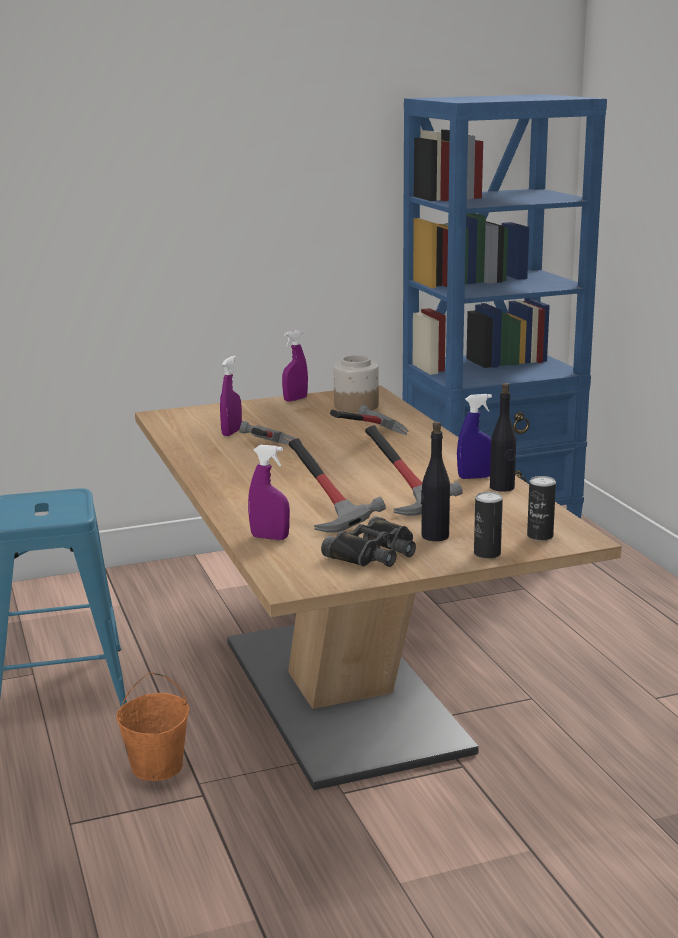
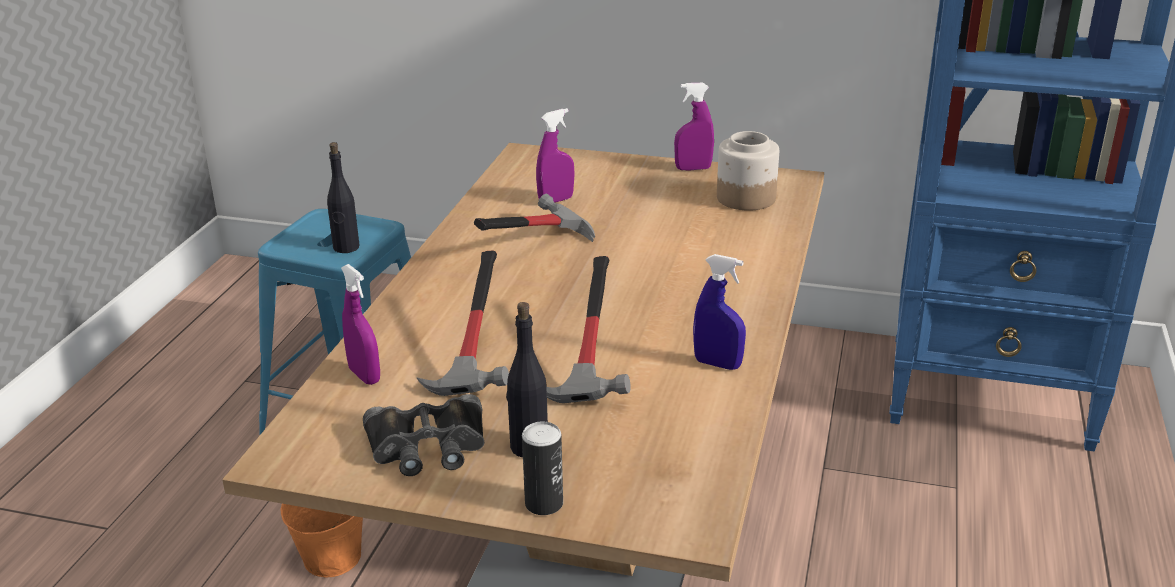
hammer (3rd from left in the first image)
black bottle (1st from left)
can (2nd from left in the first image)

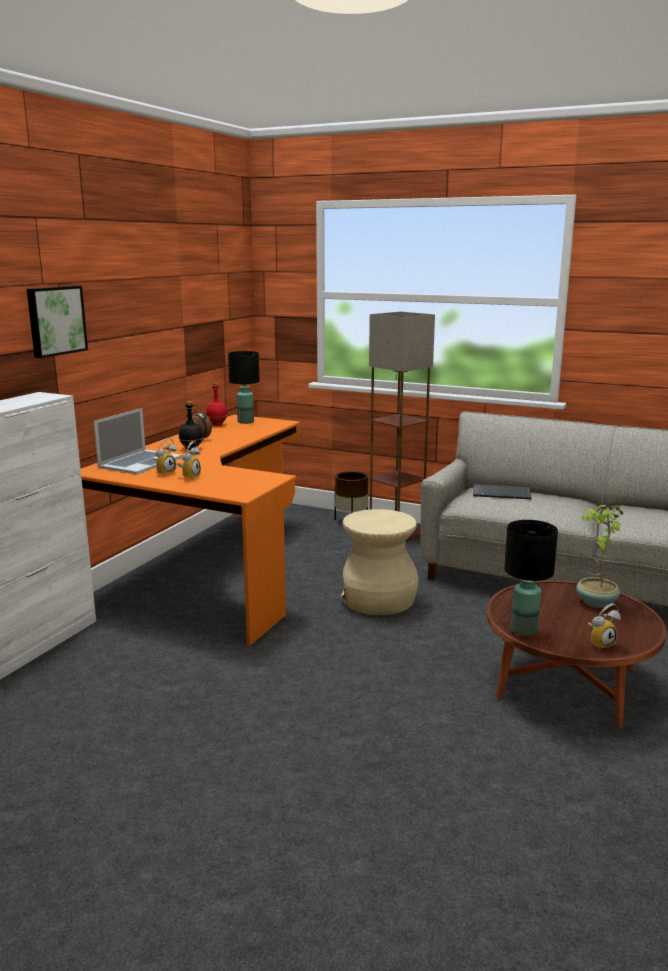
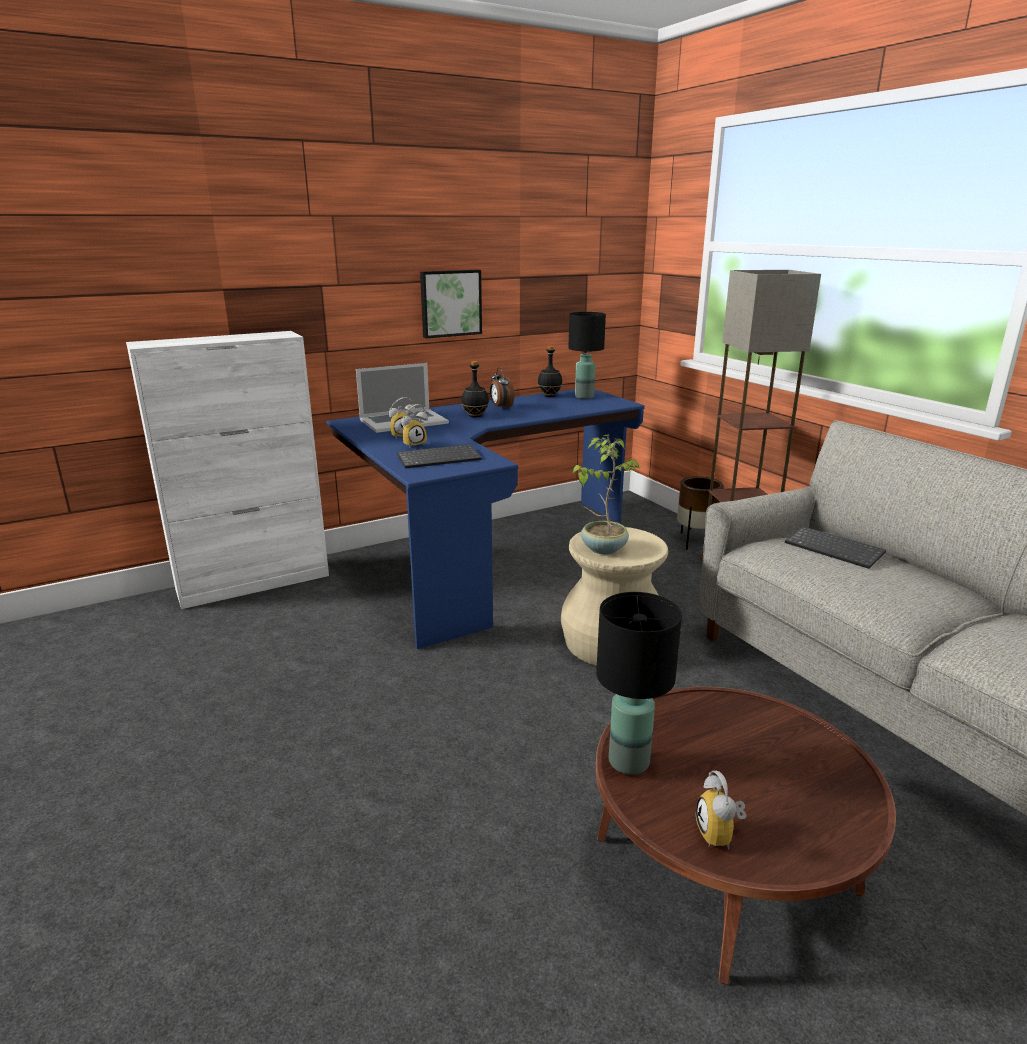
picture
blue desk
black bottle (2nd from left)
potted plant
alarm clock (4th from left)
keyboard (1st from left)

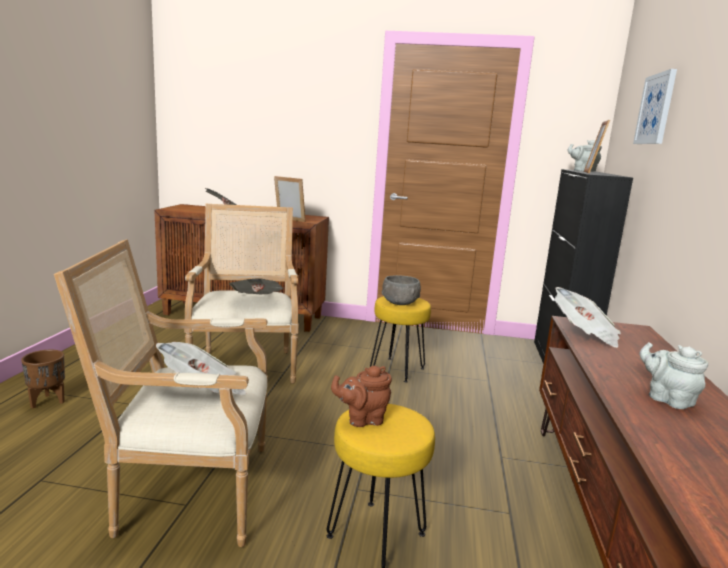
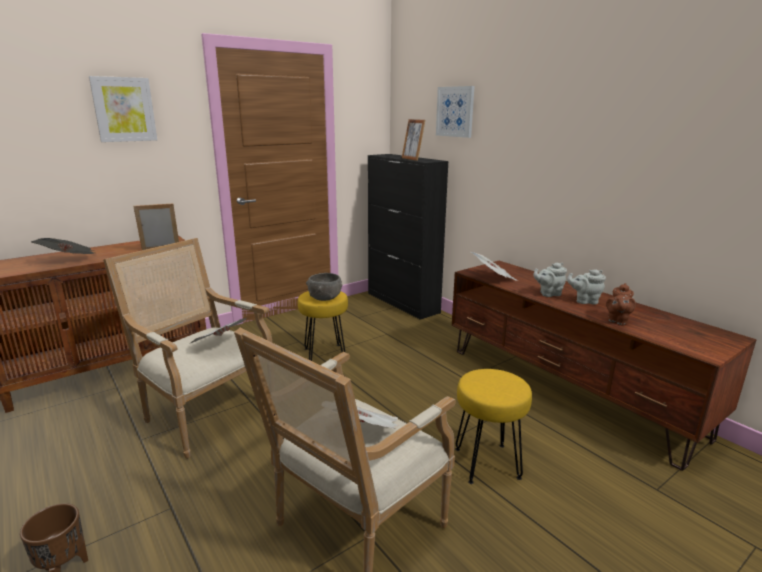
brown teapot
grey teapot (1st from left)
picture (1st from left)

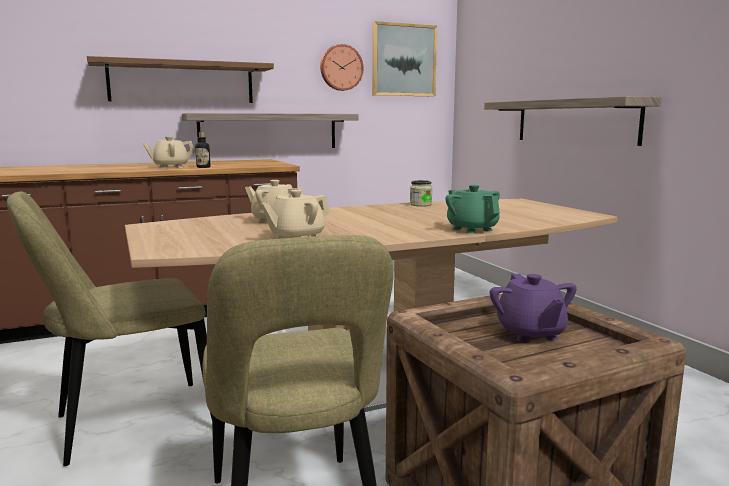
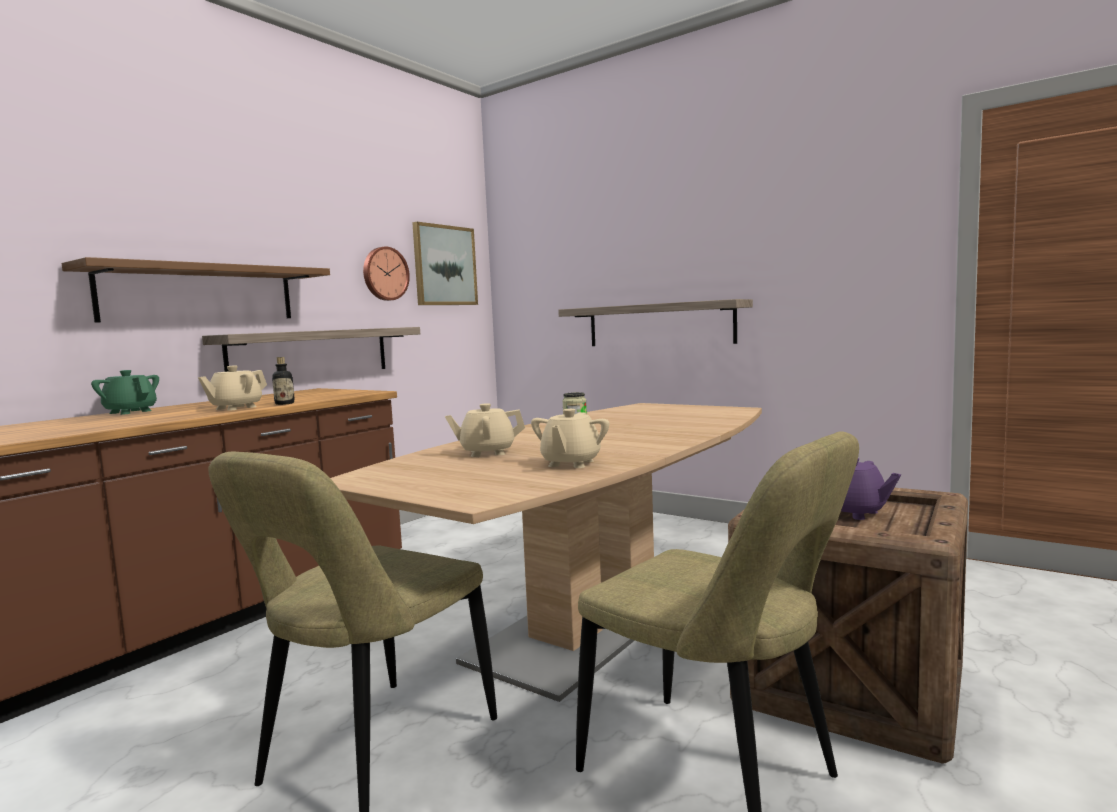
green teapot

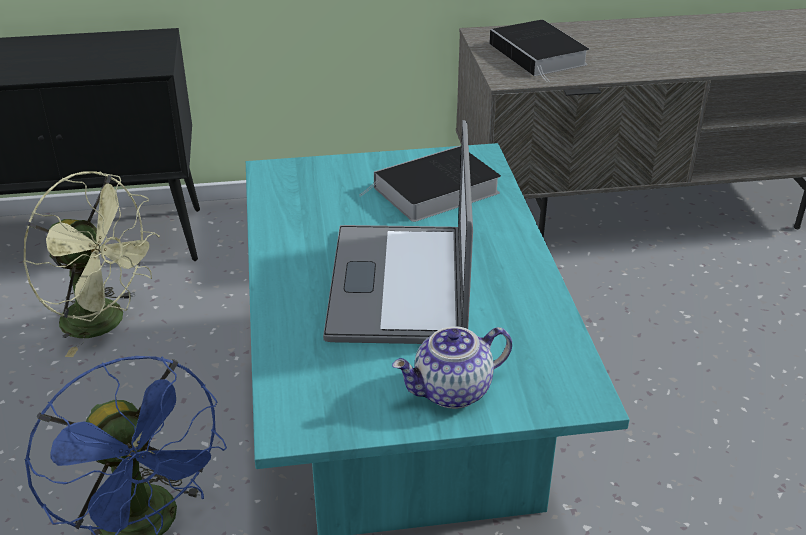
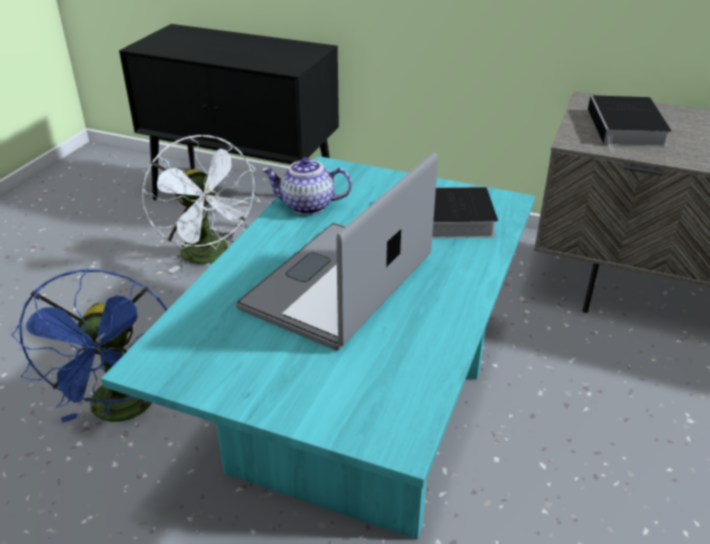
white fan
teapot

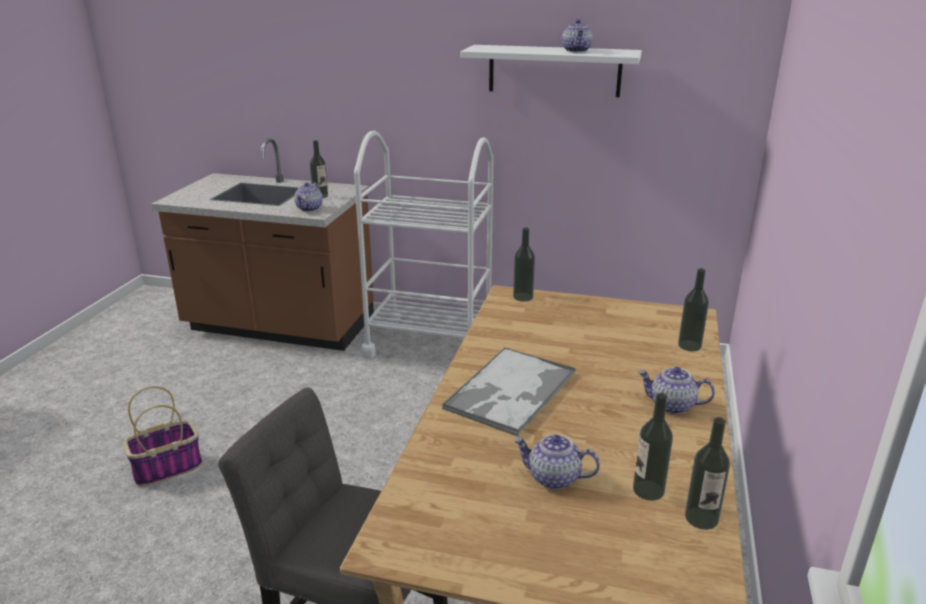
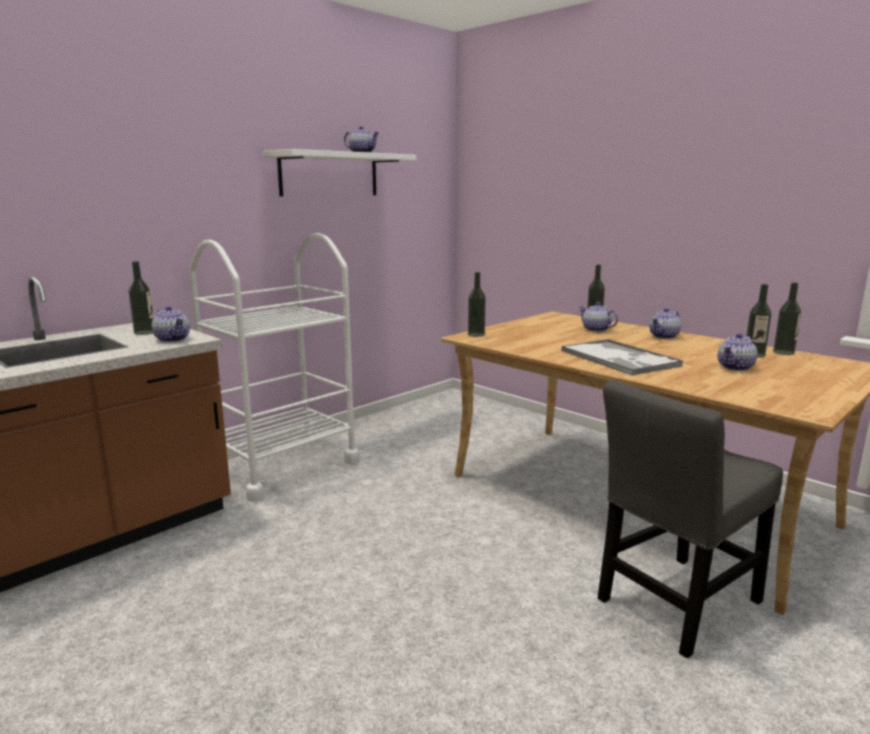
basket
teapot (3rd from left)

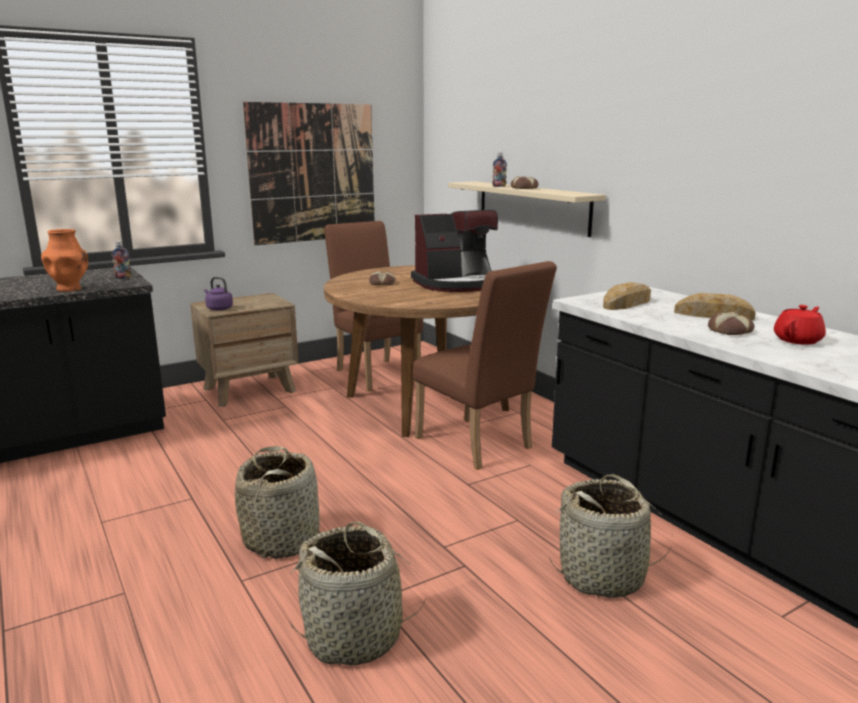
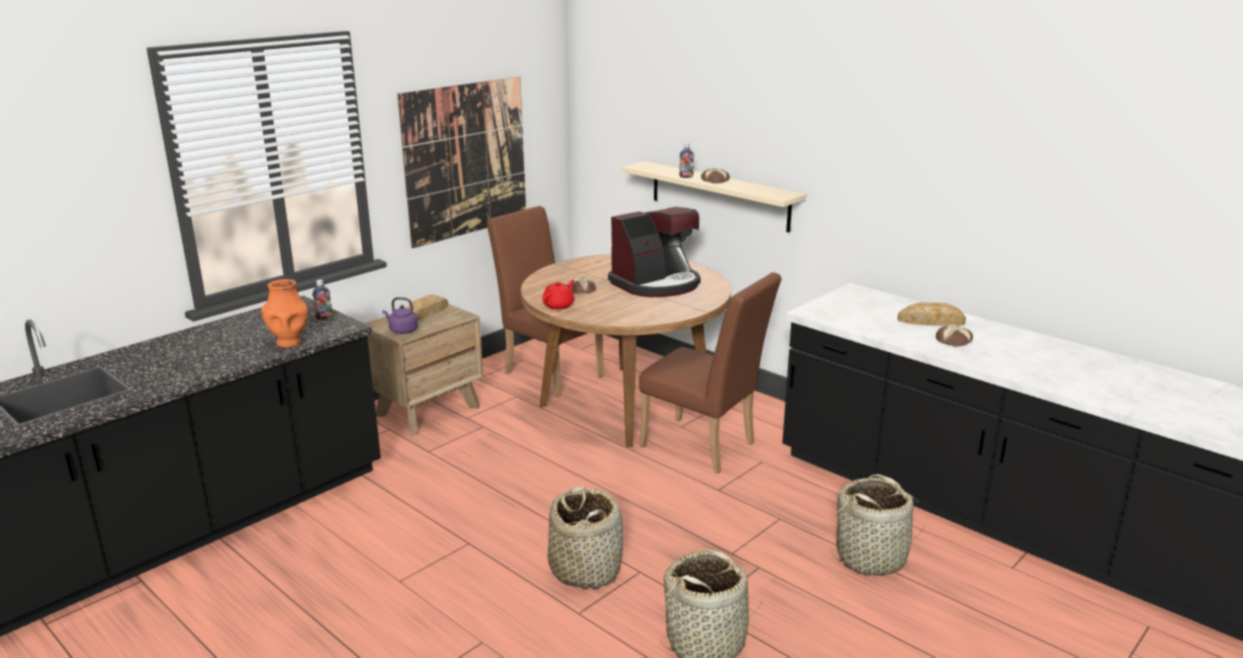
bread (1st from left)
red teapot

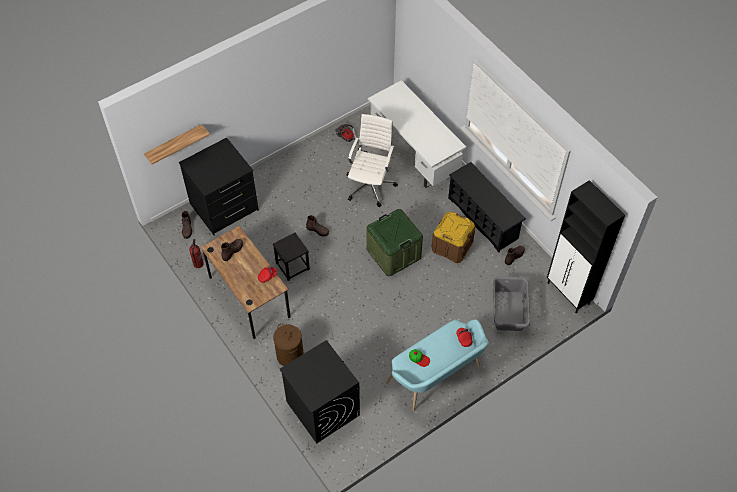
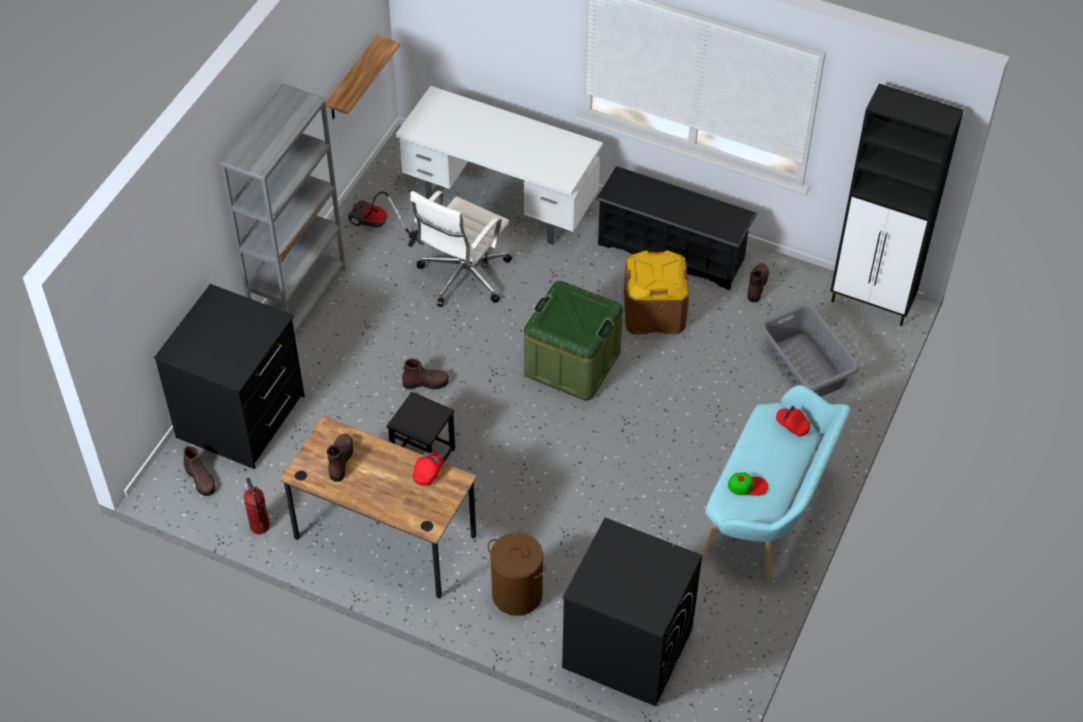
shelf
white office chair
grey bookcase

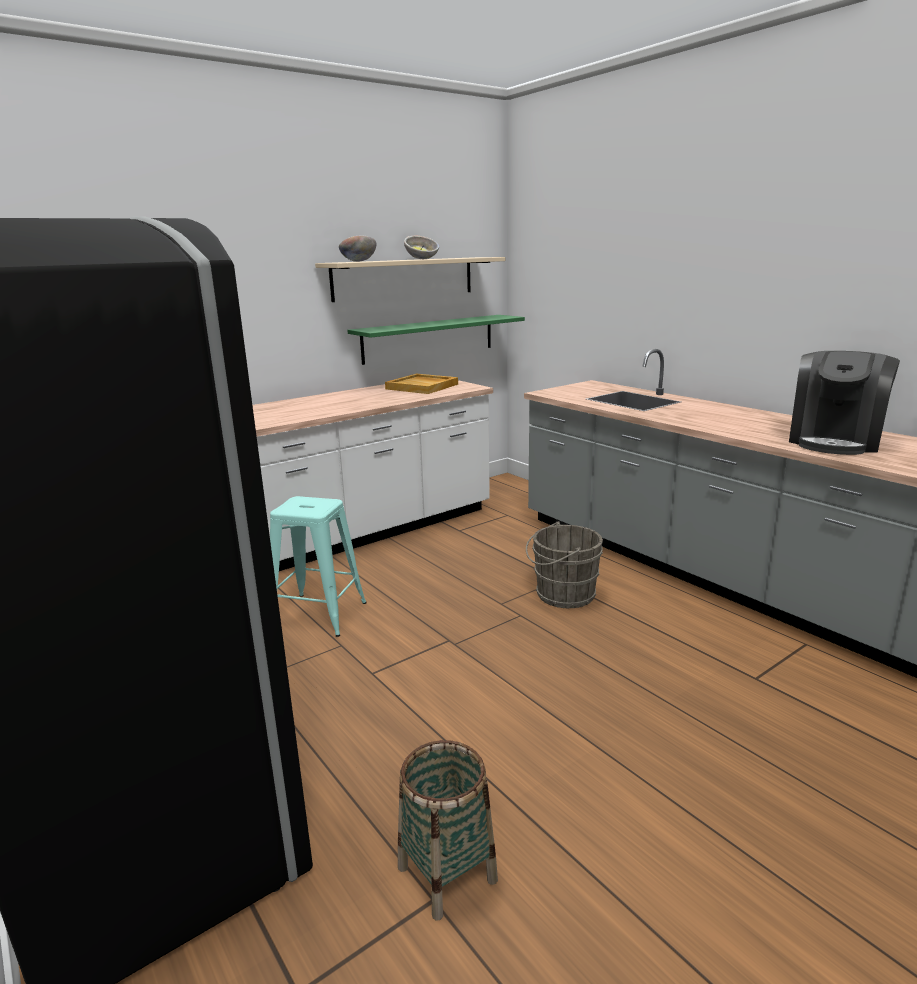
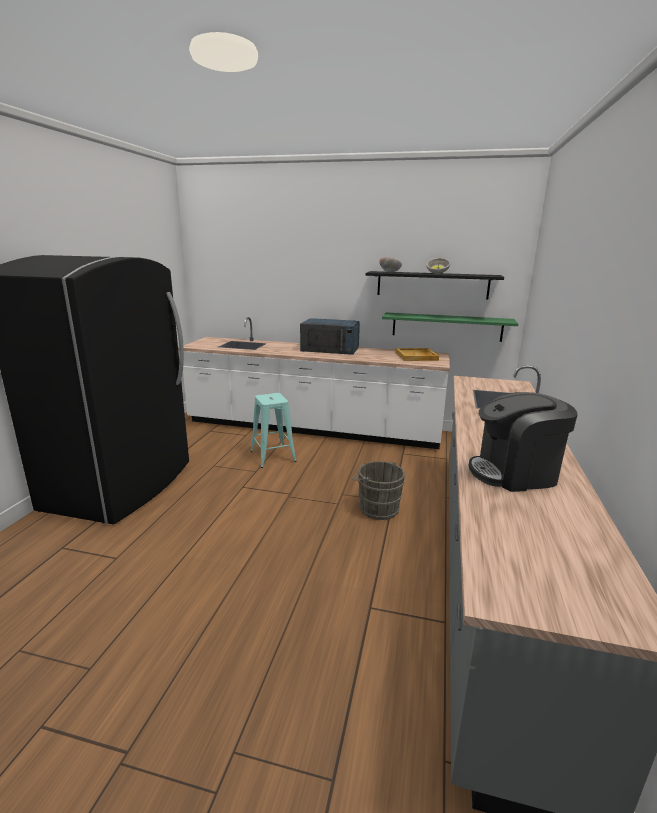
black shelf
basket
blue microwave

